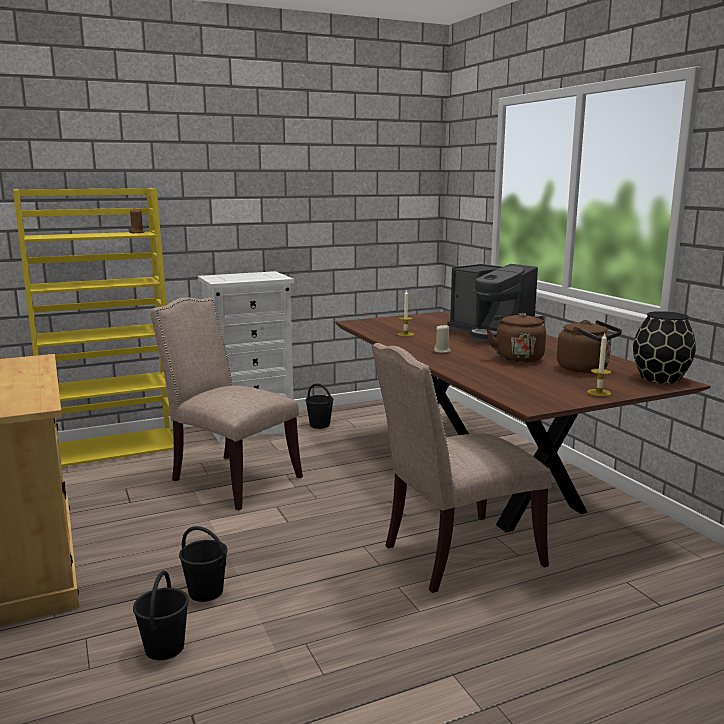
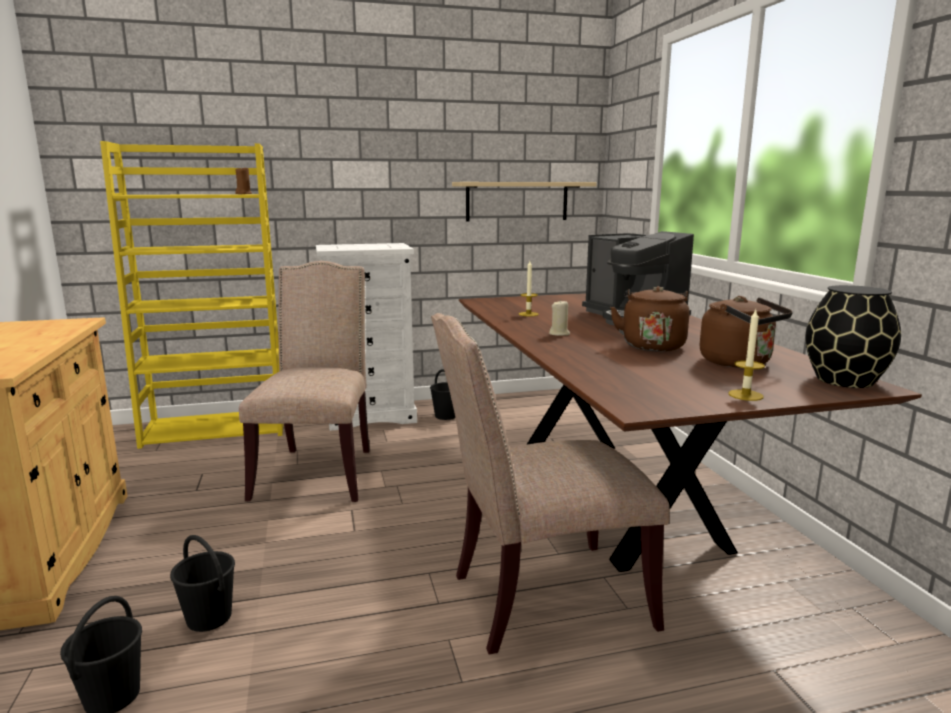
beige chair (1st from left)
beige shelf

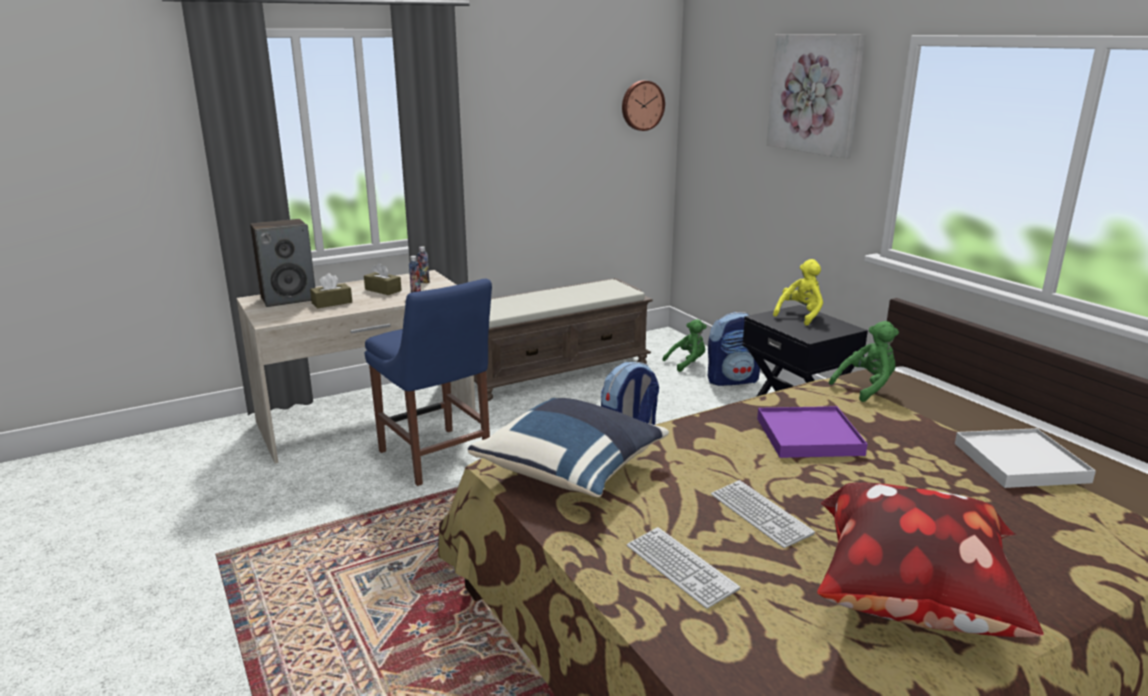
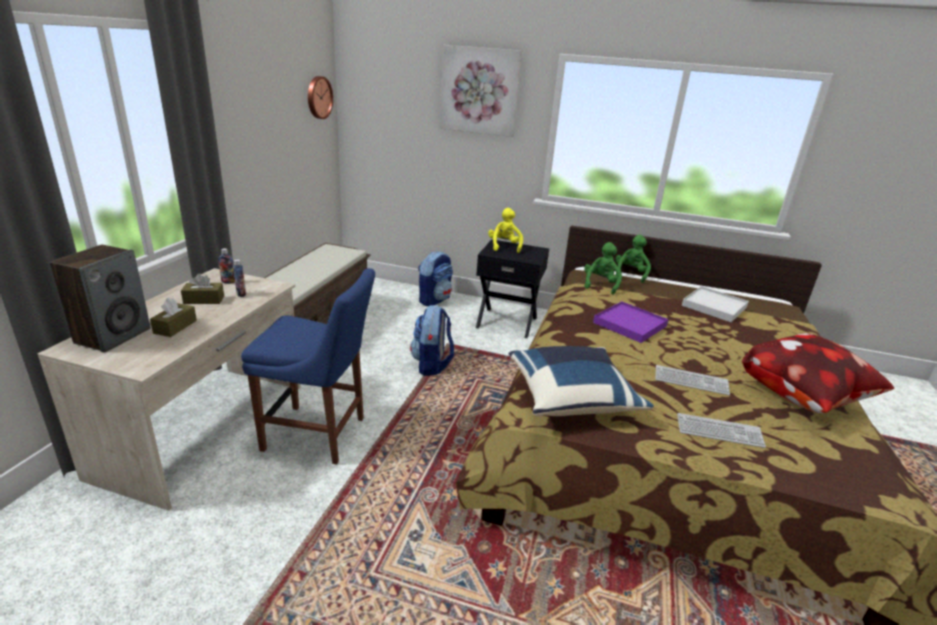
green plush toy (2nd from left)

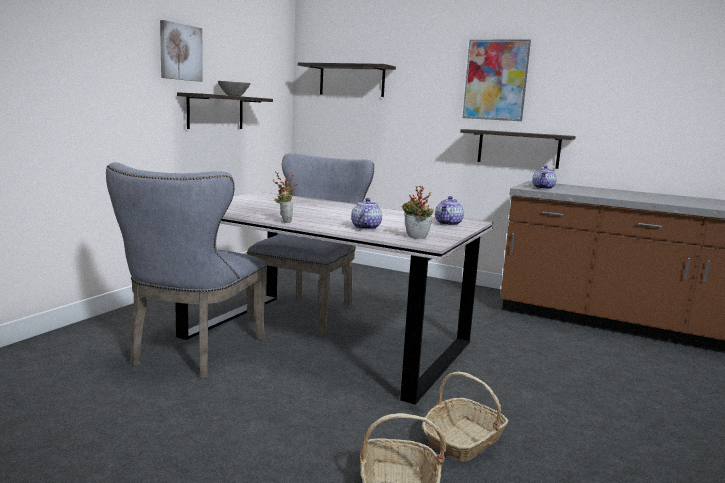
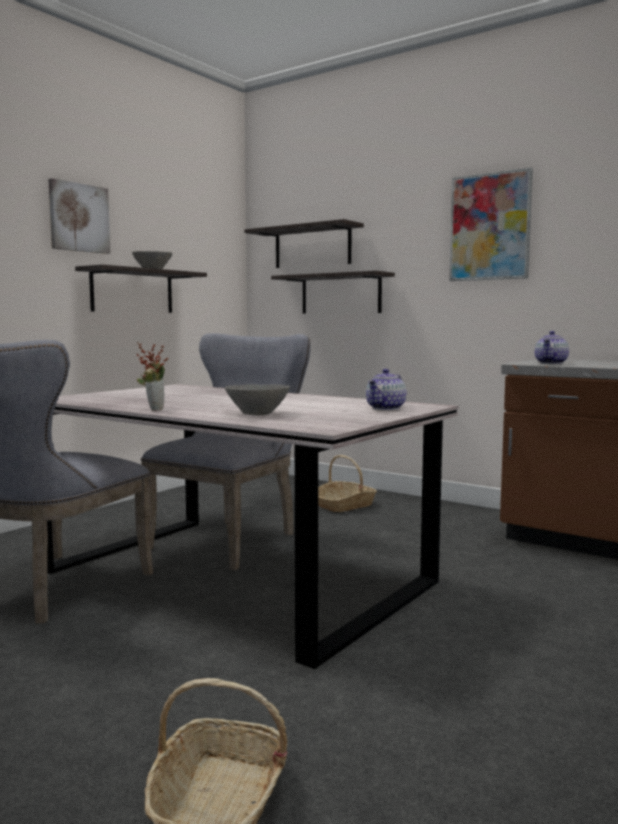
grey bowl (2nd from left)
potted plant (2nd from left in the first image)
basket (2nd from left)
shelf (3rd from left)

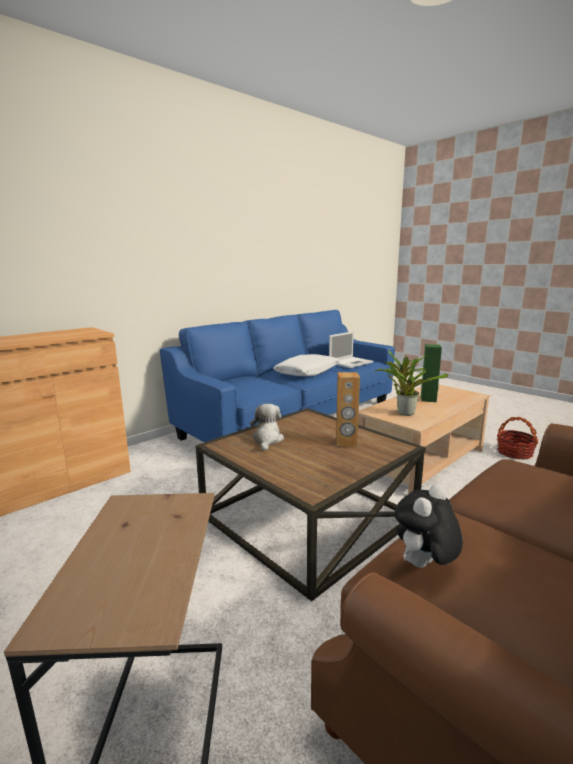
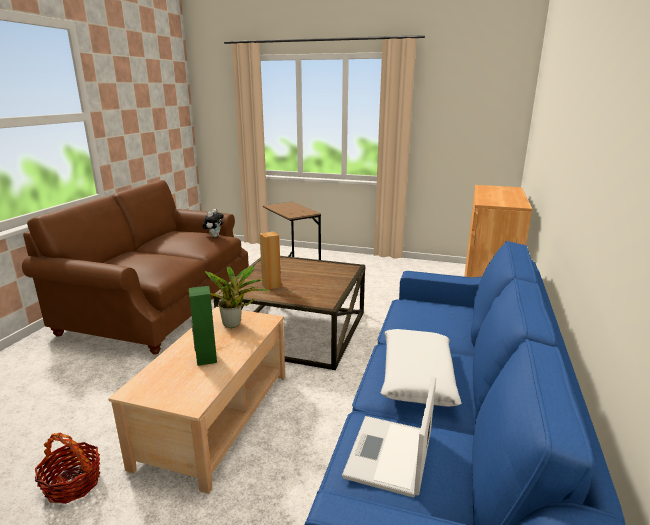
plush toy (1st from left in the first image)

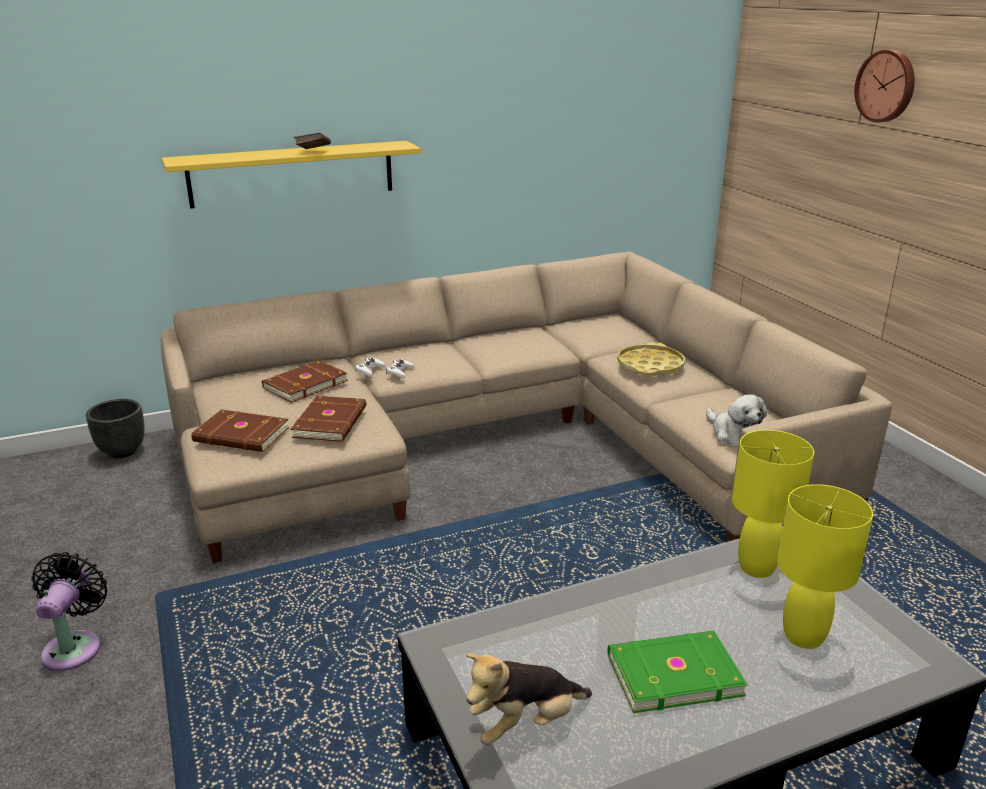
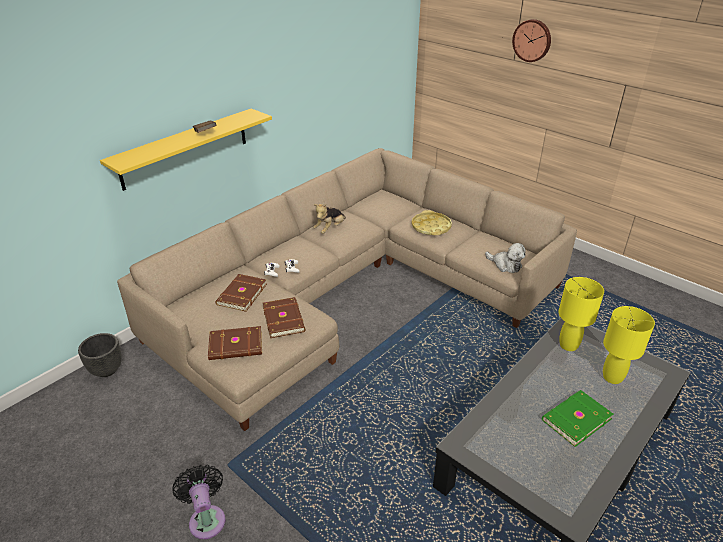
plush toy (1st from left)

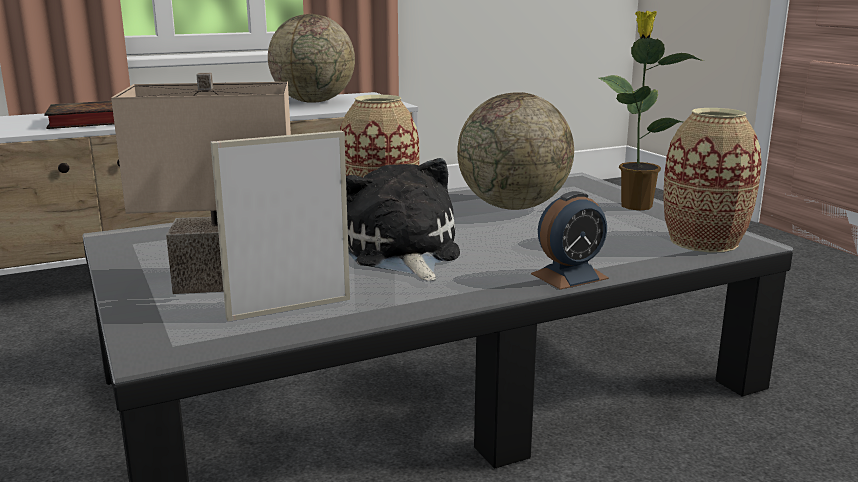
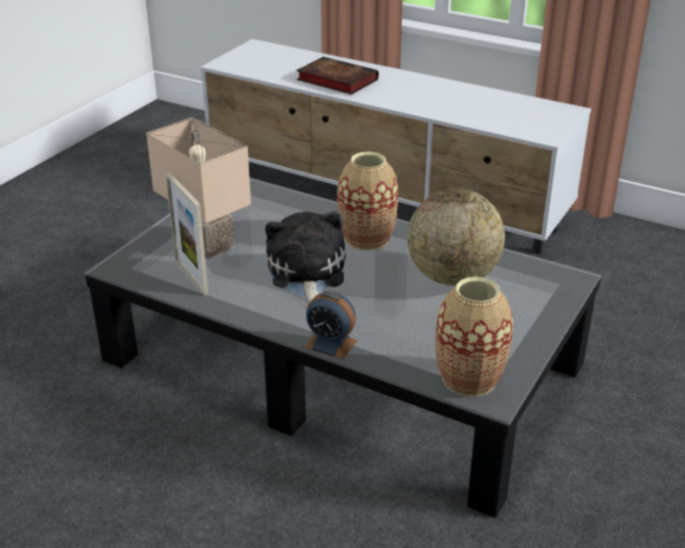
picture frame
globe (1st from left in the first image)
plush toy
potted plant

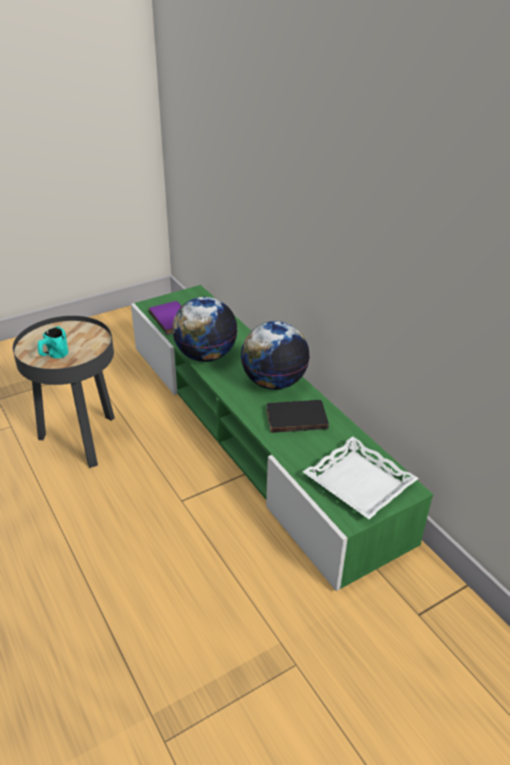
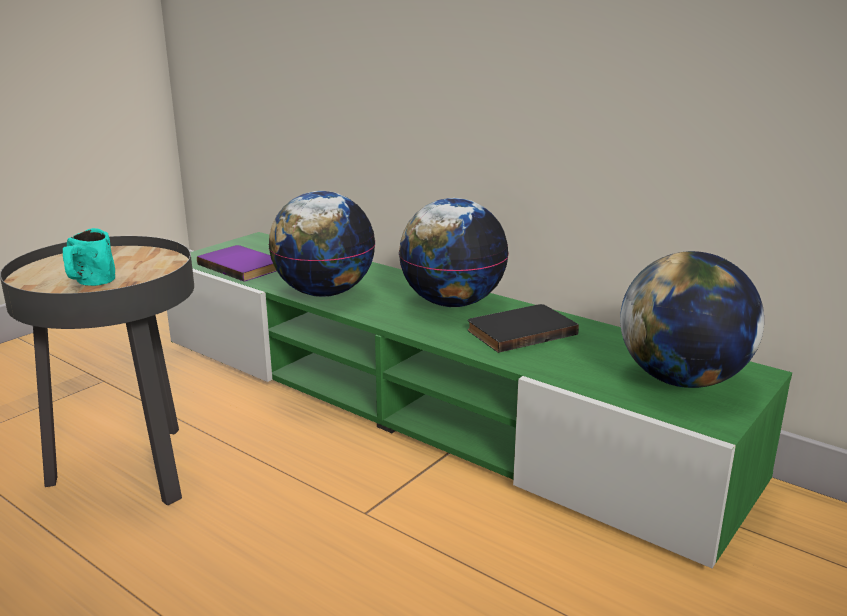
globe (3rd from left)

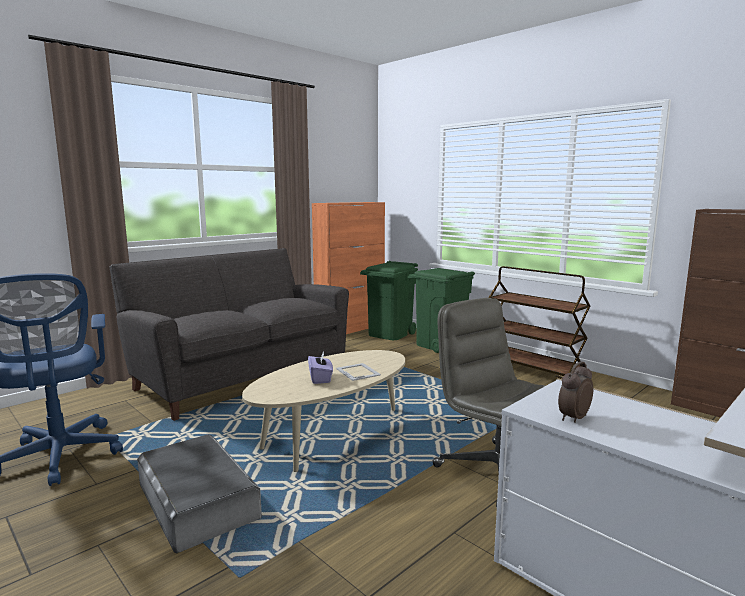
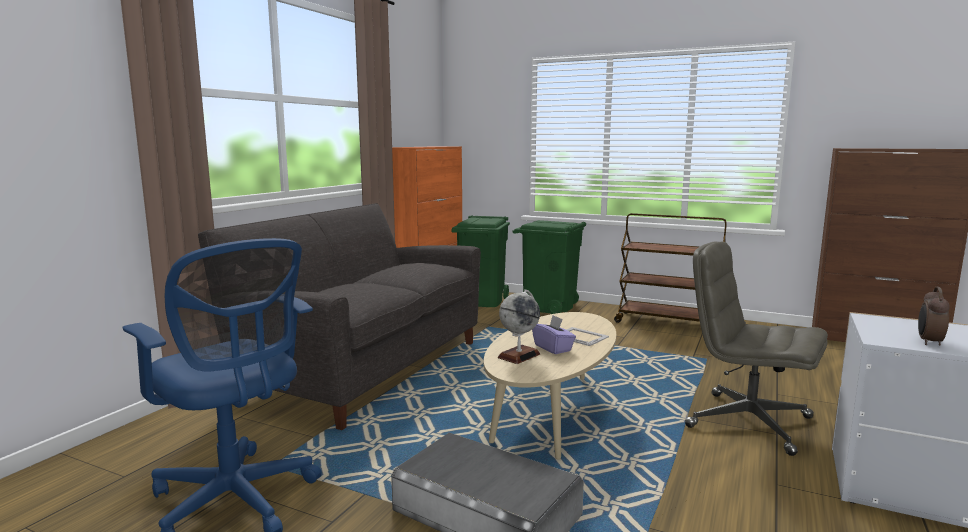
globe

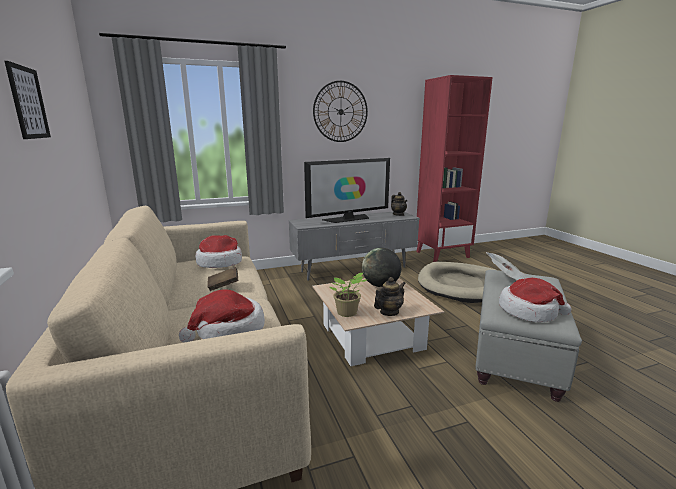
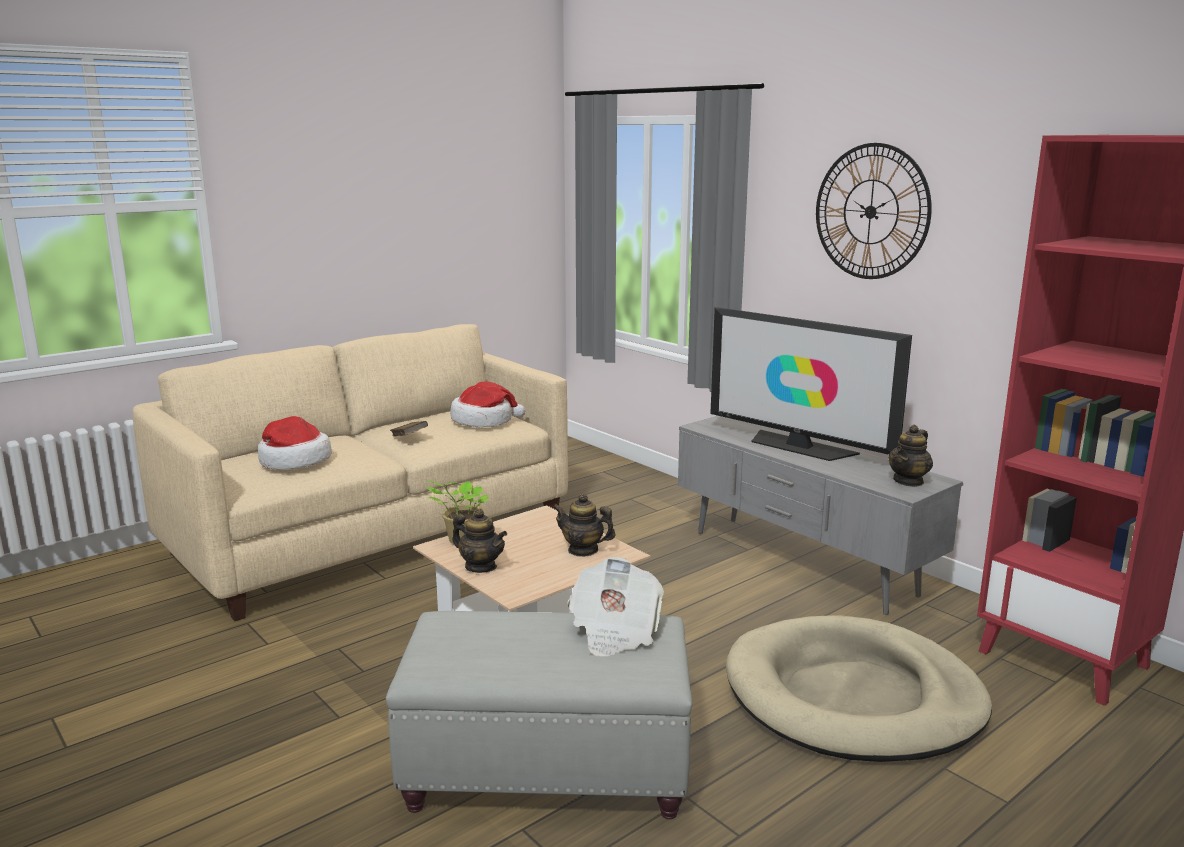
picture
teapot (2nd from left)
hat (3rd from left in the first image)

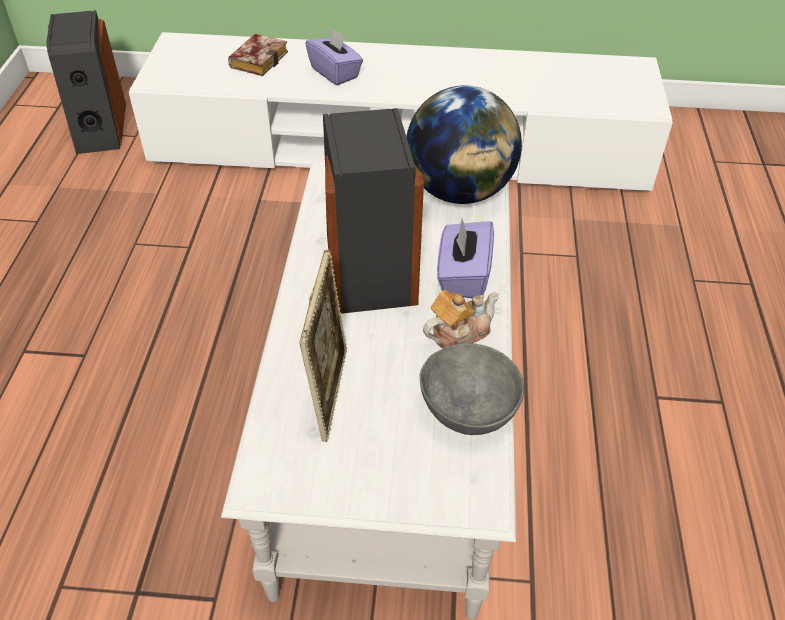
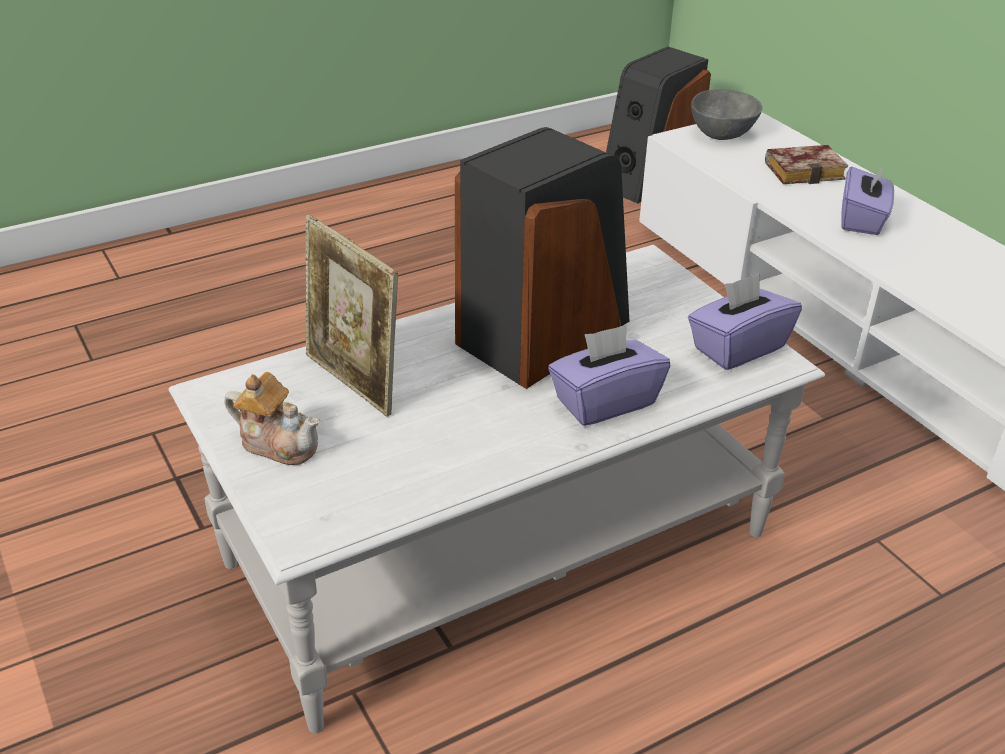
picture frame
purple tissue box (2nd from left)
grey bowl
teapot

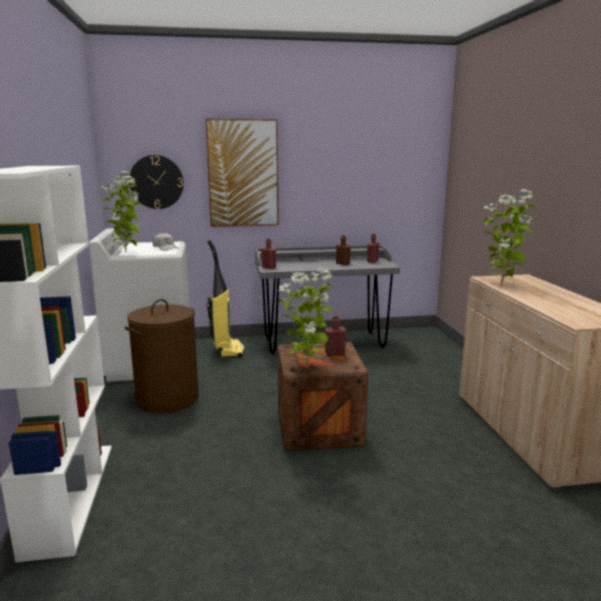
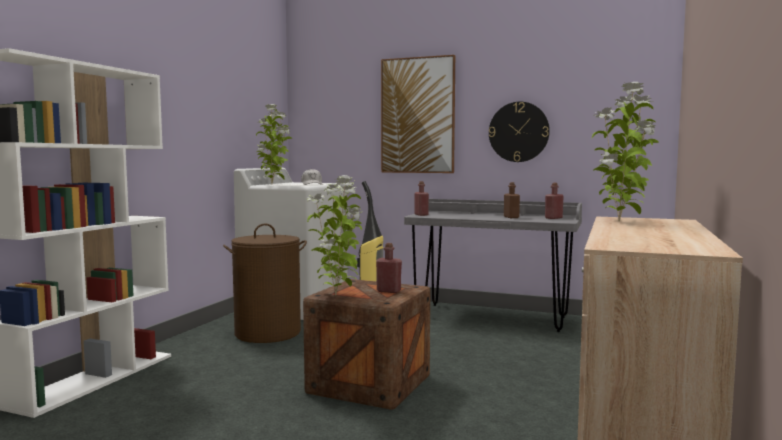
wall clock

